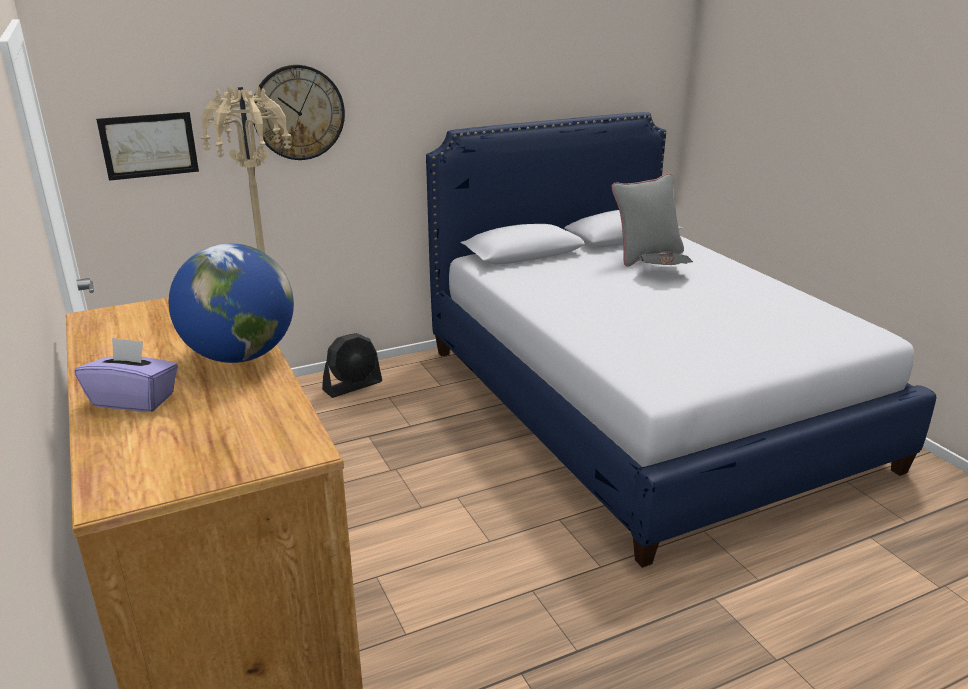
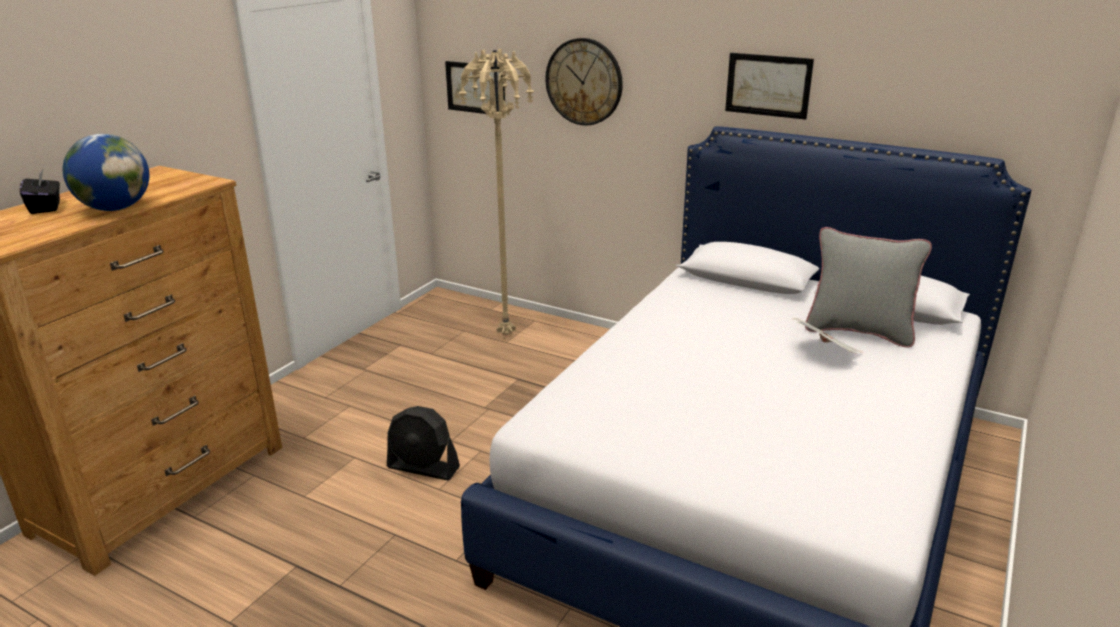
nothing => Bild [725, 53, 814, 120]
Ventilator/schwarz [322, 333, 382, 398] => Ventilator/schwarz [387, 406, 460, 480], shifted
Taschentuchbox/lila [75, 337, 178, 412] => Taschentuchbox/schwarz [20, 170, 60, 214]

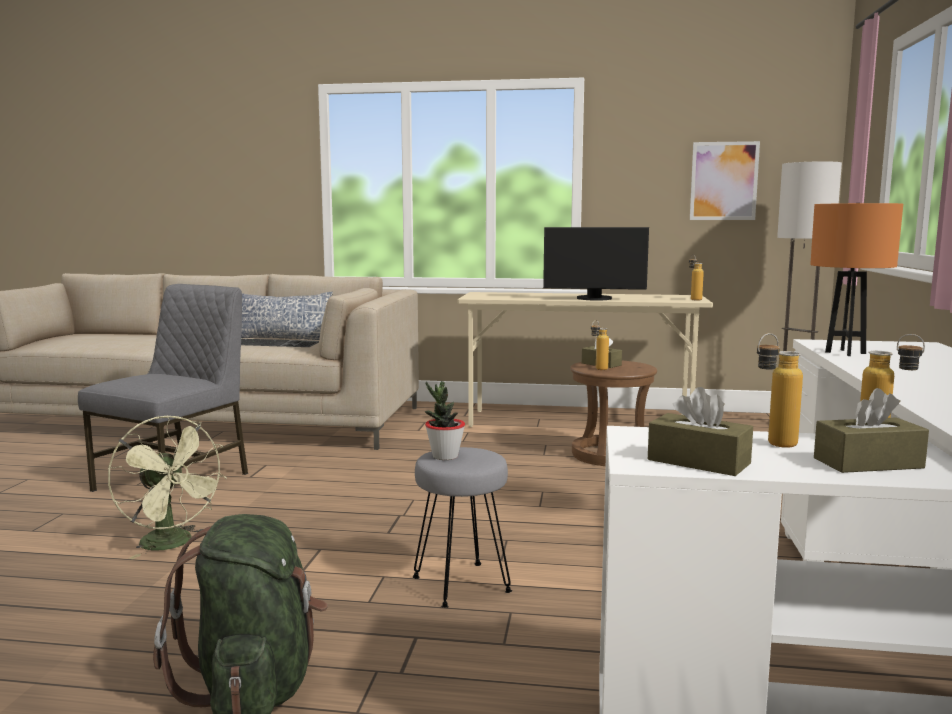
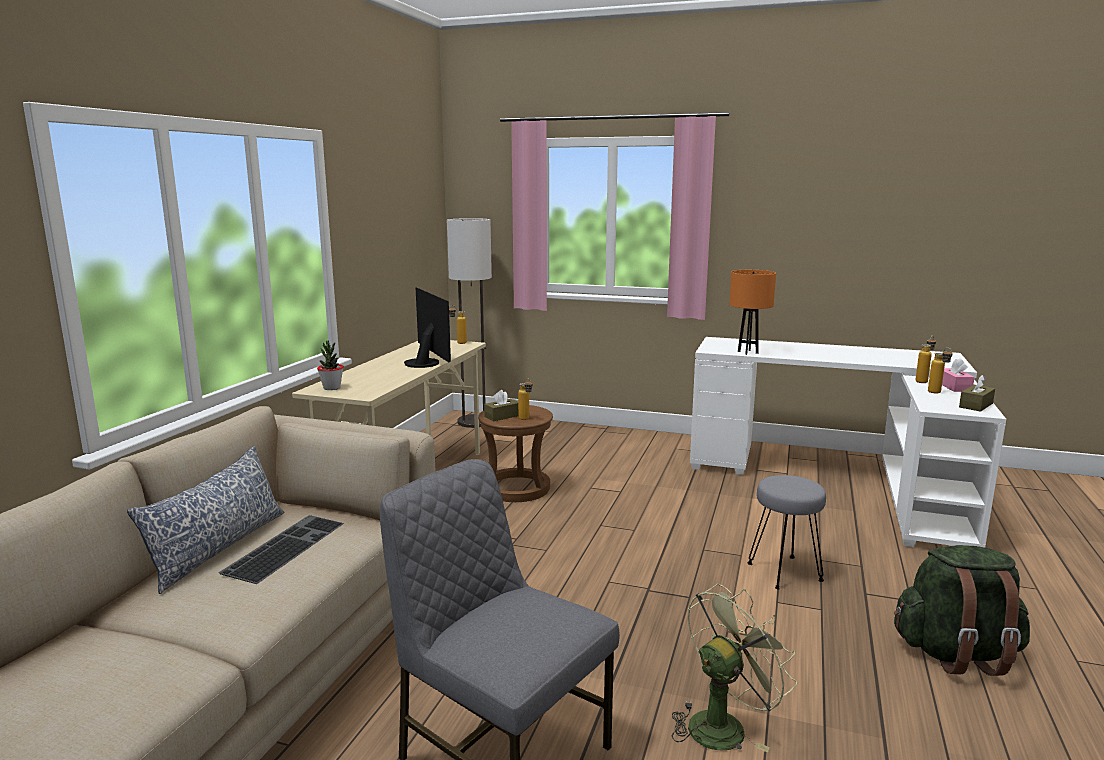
Bild [690, 141, 760, 220] => nothing
Topfpflanze [425, 381, 465, 460] => Topfpflanze [317, 340, 344, 390], shifted
Taschentuchbox/braun [814, 388, 929, 473] => Taschentuchbox/rosa [942, 358, 975, 392]
Monitor [543, 227, 649, 301] => Monitor [404, 287, 451, 368], 45 degrees counterclockwise

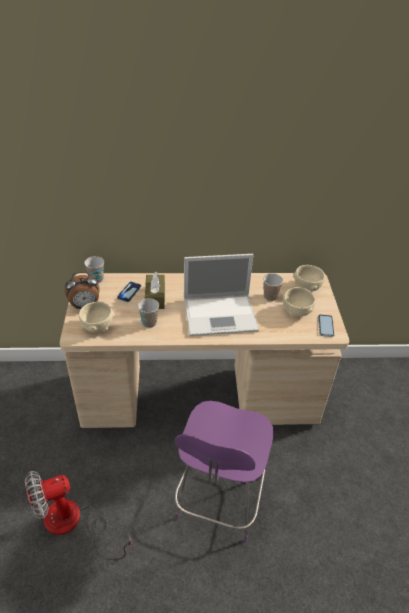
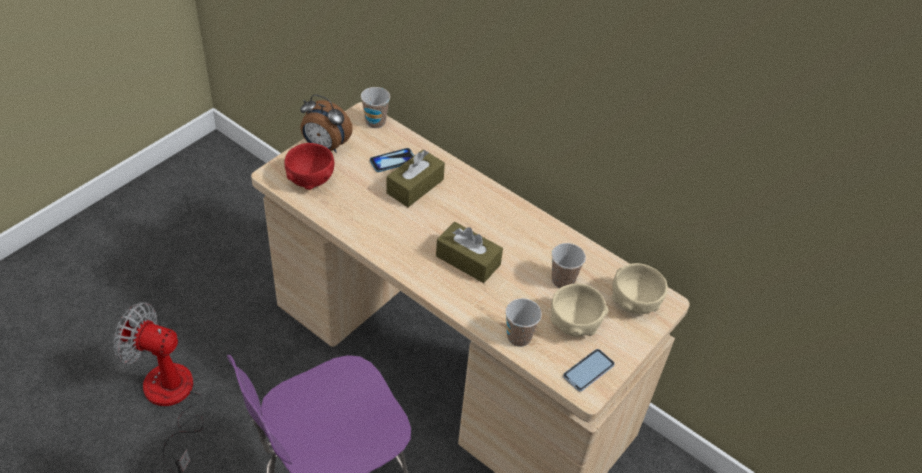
Tasse [138, 298, 159, 328] => Tasse [506, 298, 542, 347], shifted
Laptop [184, 254, 259, 336] => Taschentuchbox/braun [436, 222, 503, 283]
Schüssel/beige [79, 302, 115, 333] => Schüssel/rot [284, 143, 334, 190]

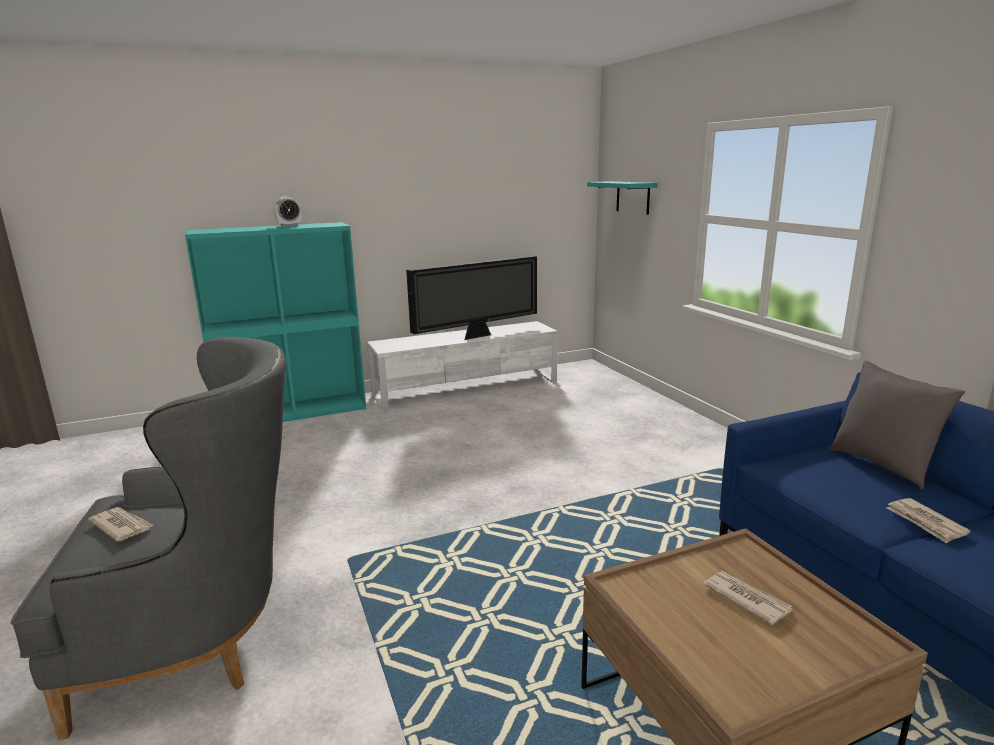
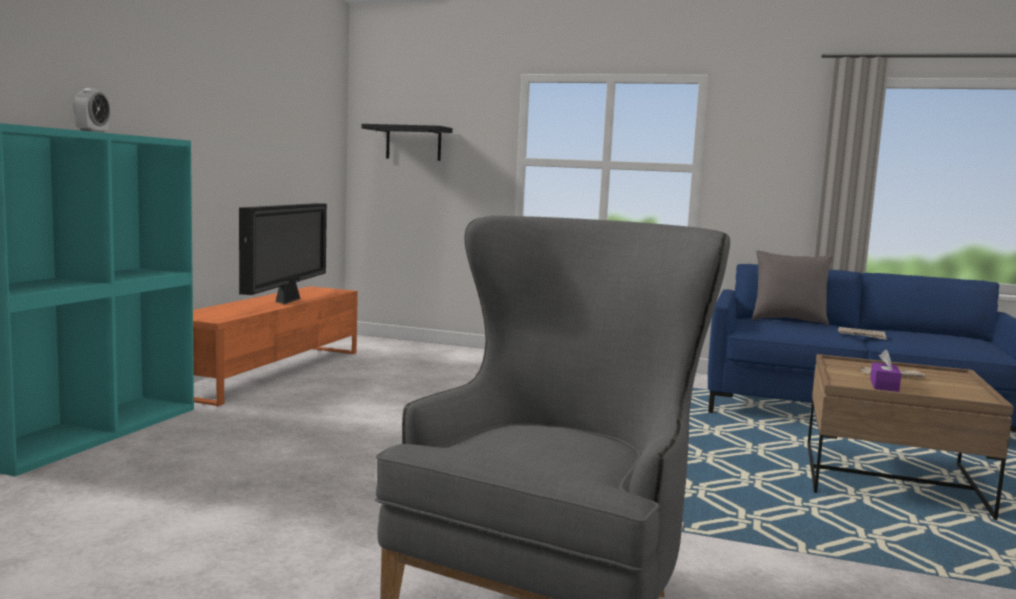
Zeitung [88, 507, 153, 542] => nothing
nothing => Taschentuchbox/lila [870, 350, 902, 392]
Fernsehschrank/weiß [367, 321, 557, 410] => Fernsehschrank/orange [193, 286, 358, 406]
Wandregal/türkis [587, 181, 658, 215] => Wandregal/schwarz [361, 124, 453, 161]

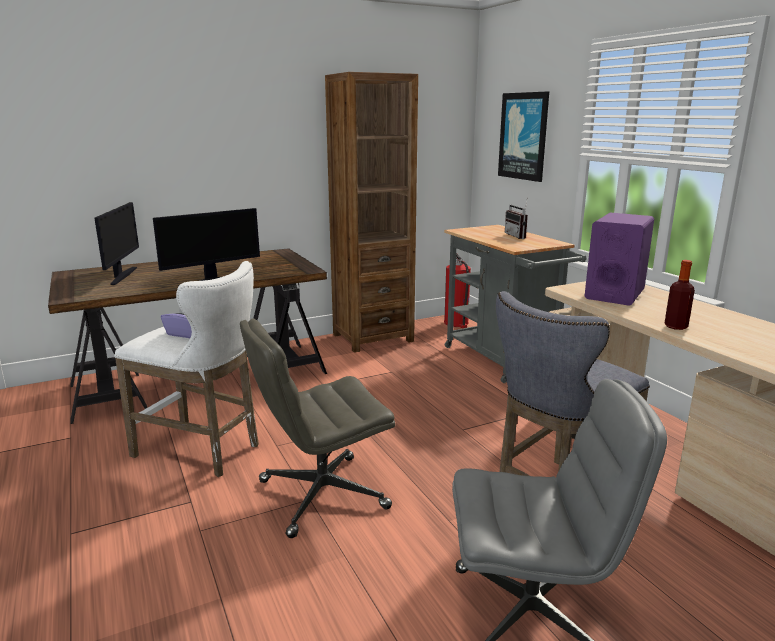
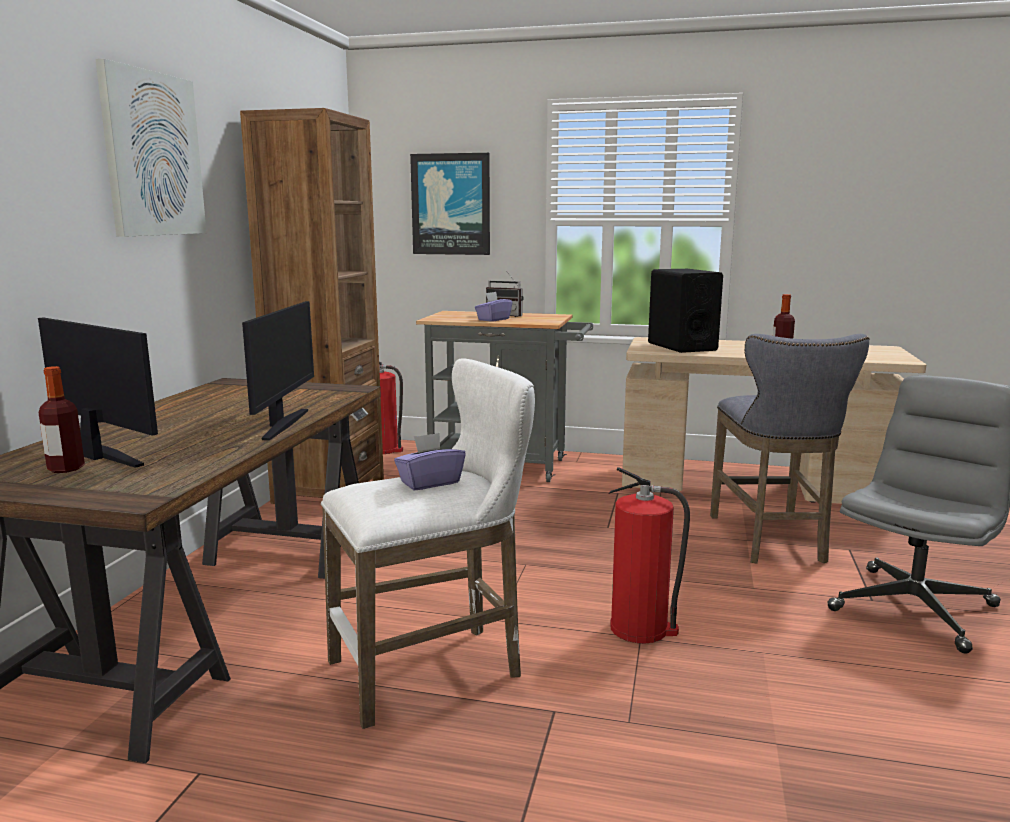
nothing => Flasche [38, 366, 85, 473]
nothing => Bild [95, 58, 207, 237]
nothing => Taschentuchbox/lila [475, 292, 513, 322]
Bürostuhl/grau [240, 318, 395, 538] => Feuerlöscher [609, 467, 690, 644]
Lautsprecher/lila [585, 212, 654, 306] => Lautsprecher/schwarz [648, 269, 723, 353]

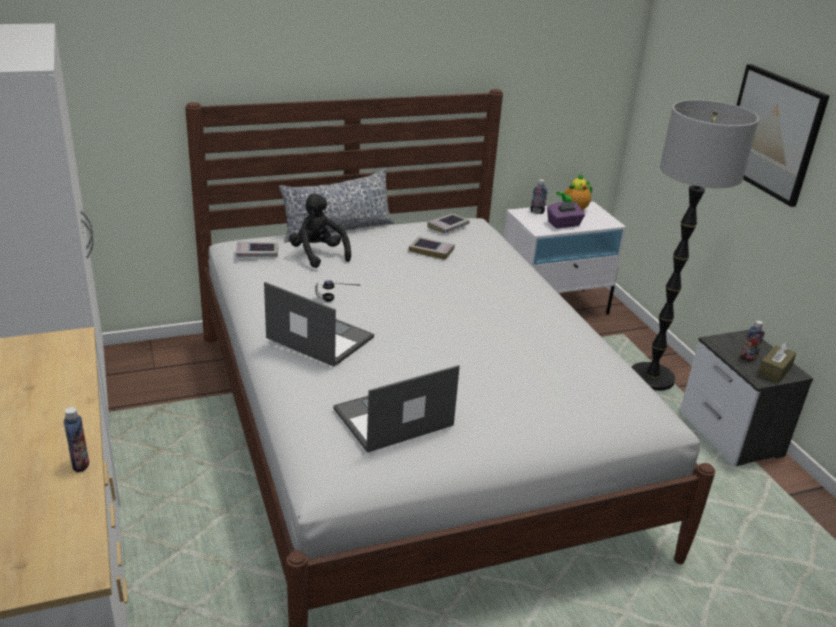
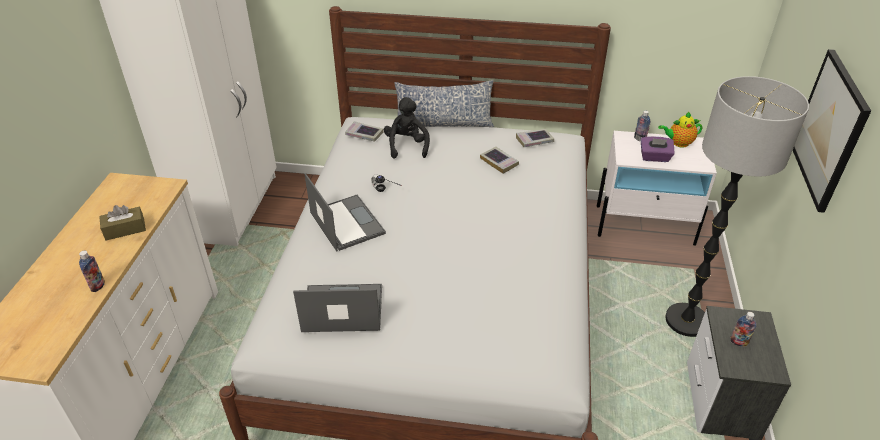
Taschentuchbox/braun [757, 342, 796, 383] => Taschentuchbox/braun [99, 205, 146, 240], shifted

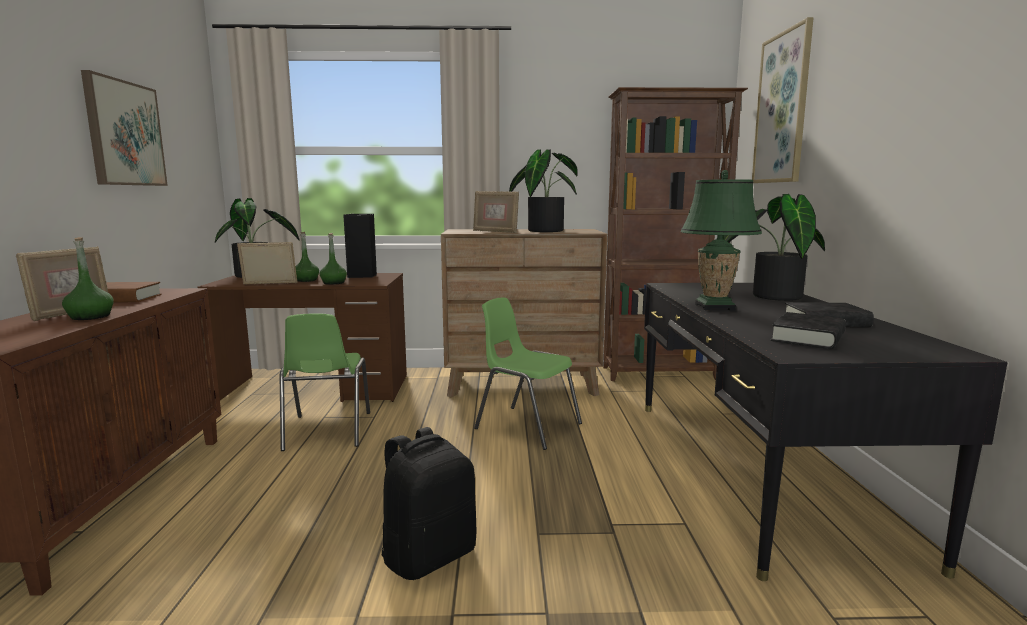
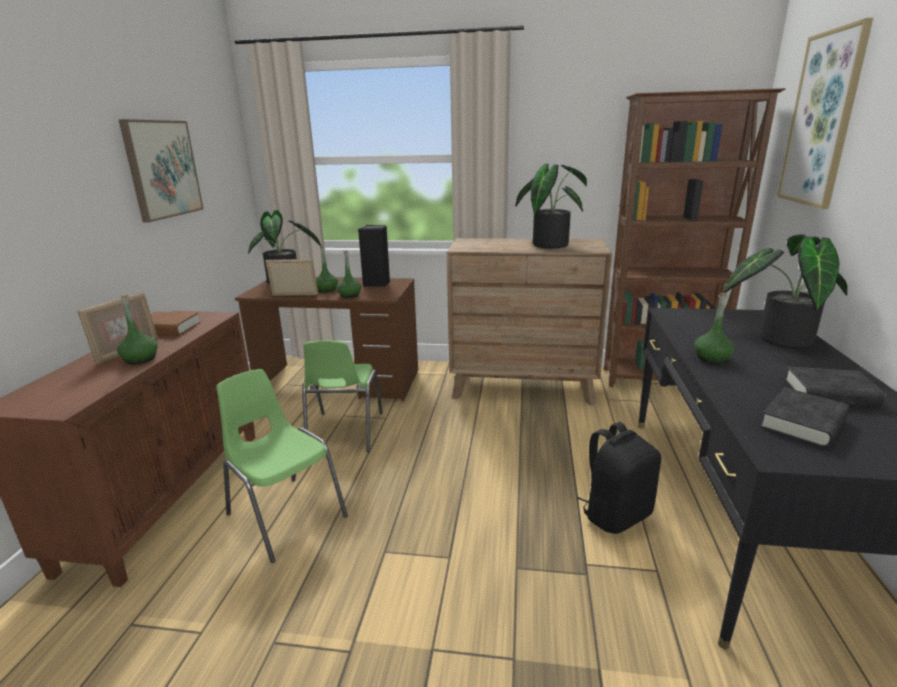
Bilderrahmen [473, 191, 519, 233] => nothing
Rucksack/schwarz [382, 427, 476, 580] => Rucksack/schwarz [577, 422, 661, 534], shifted
Stuhl/grün [474, 298, 582, 450] => Stuhl/grün [216, 369, 348, 563], shifted
Tischlampe/grün [680, 170, 762, 311] => Flasche/grün [694, 293, 734, 363]

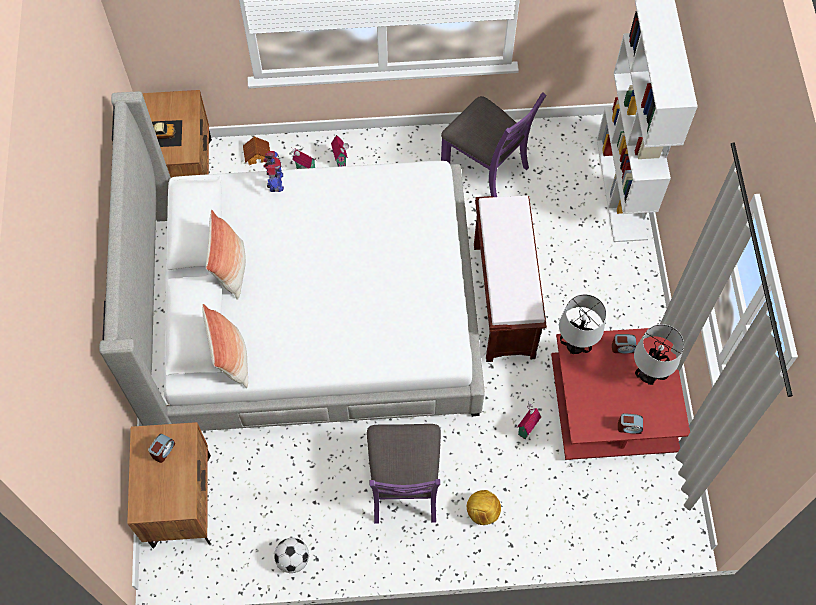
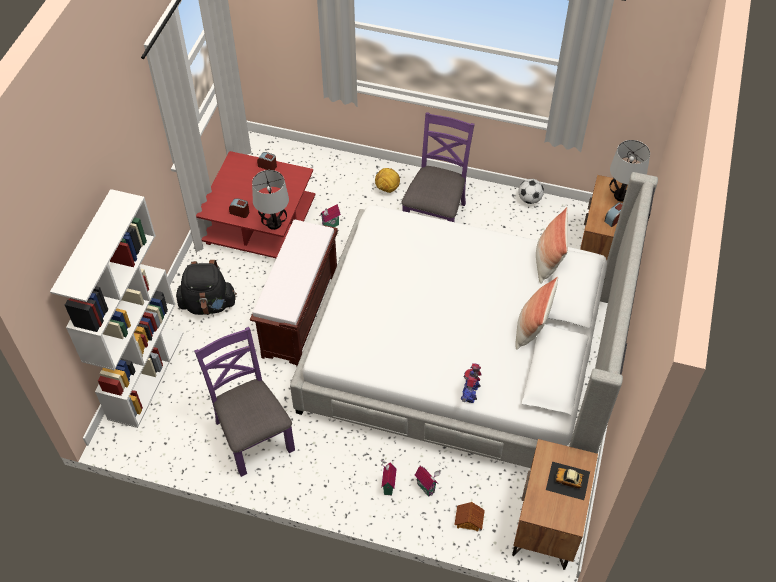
nothing => Rucksack/schwarz [176, 260, 237, 315]
Tischlampe [634, 324, 684, 385] => Tischlampe [610, 140, 650, 202], shifted

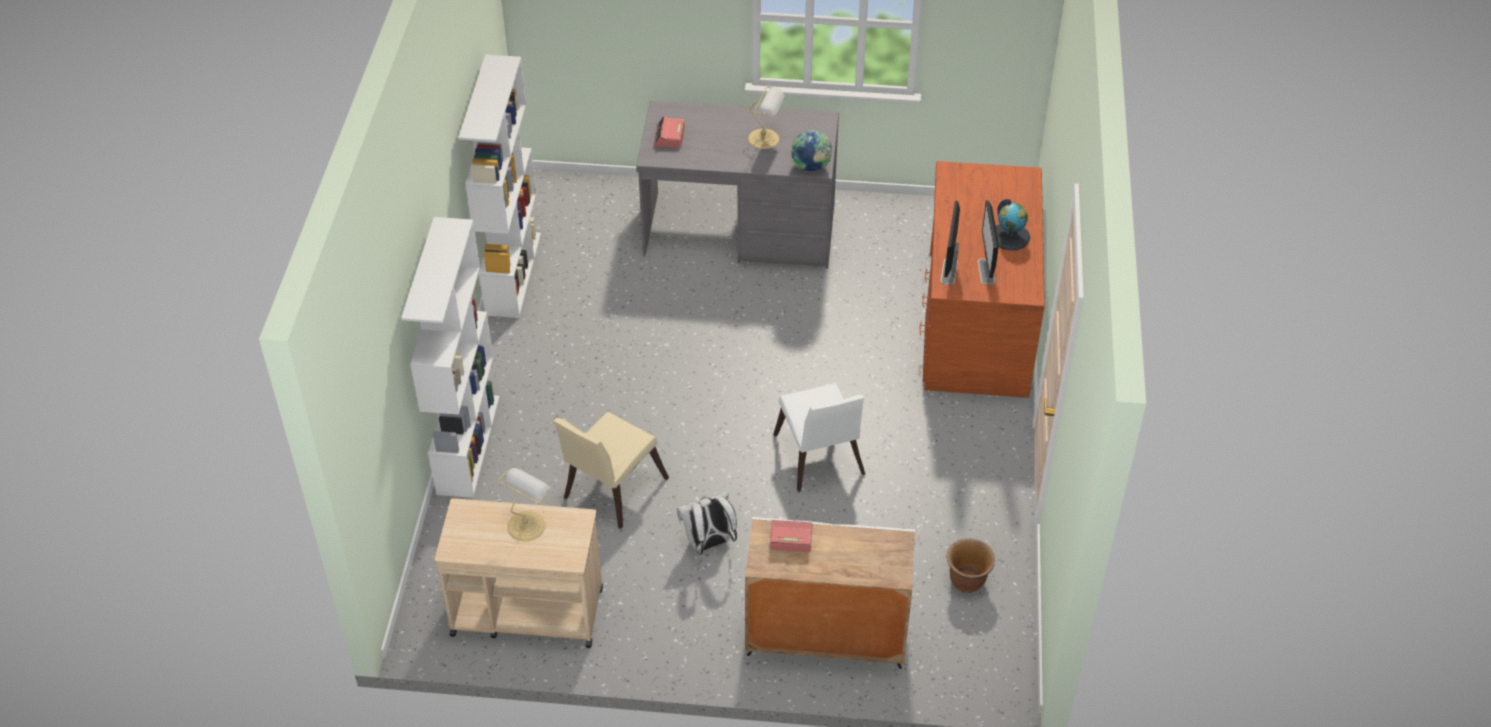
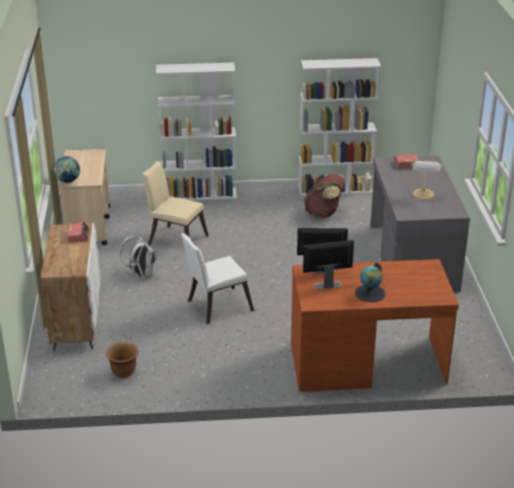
Tischlampe [498, 468, 550, 542] => nothing
nothing => Rucksack/braun [304, 173, 345, 218]
Globus [792, 130, 832, 171] => Globus [53, 156, 81, 183], shifted

